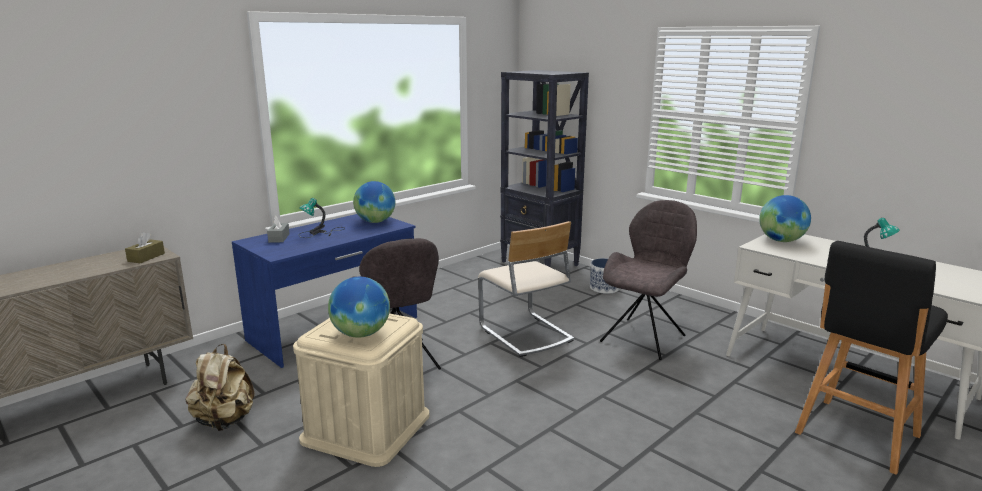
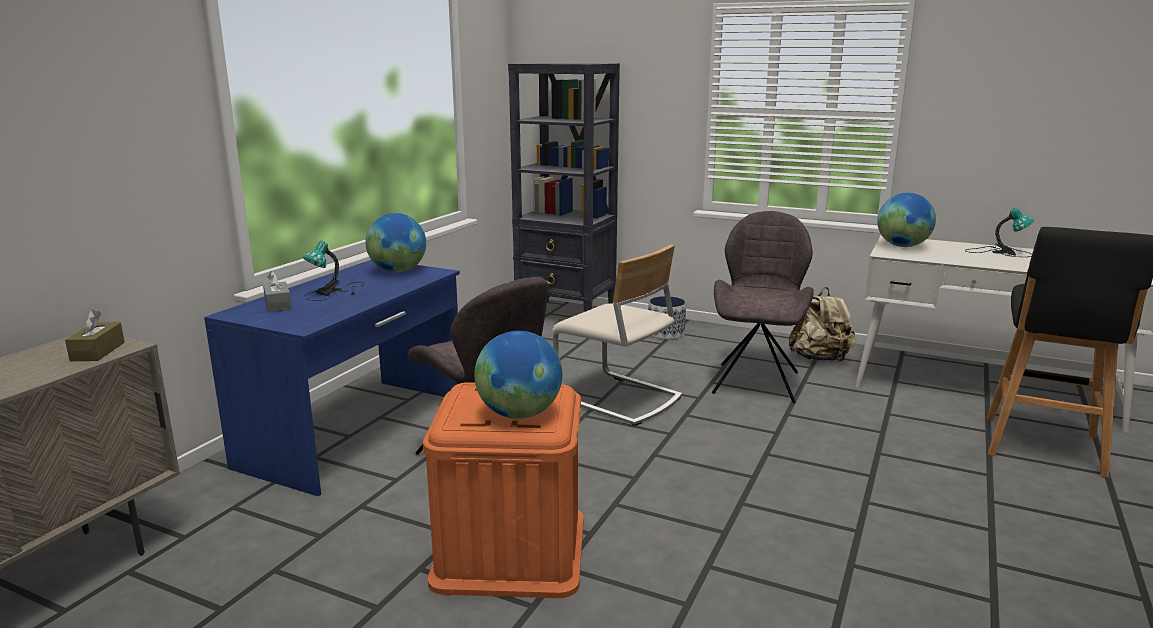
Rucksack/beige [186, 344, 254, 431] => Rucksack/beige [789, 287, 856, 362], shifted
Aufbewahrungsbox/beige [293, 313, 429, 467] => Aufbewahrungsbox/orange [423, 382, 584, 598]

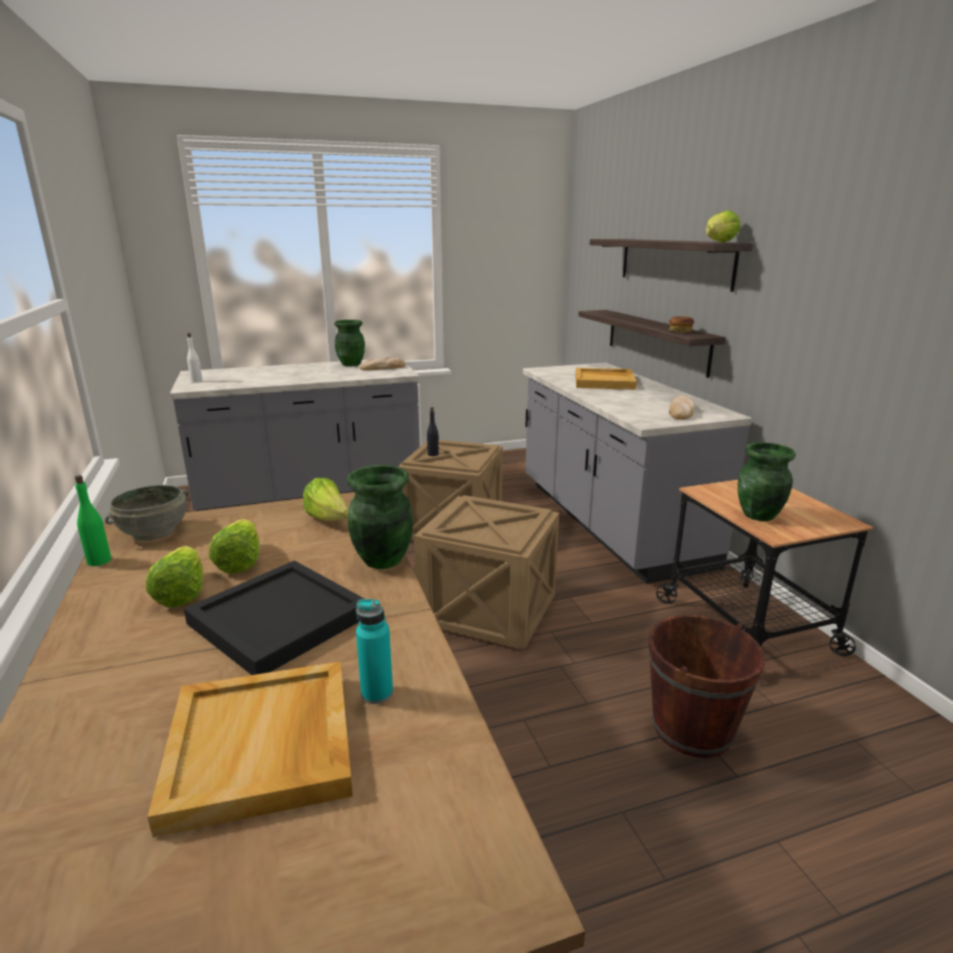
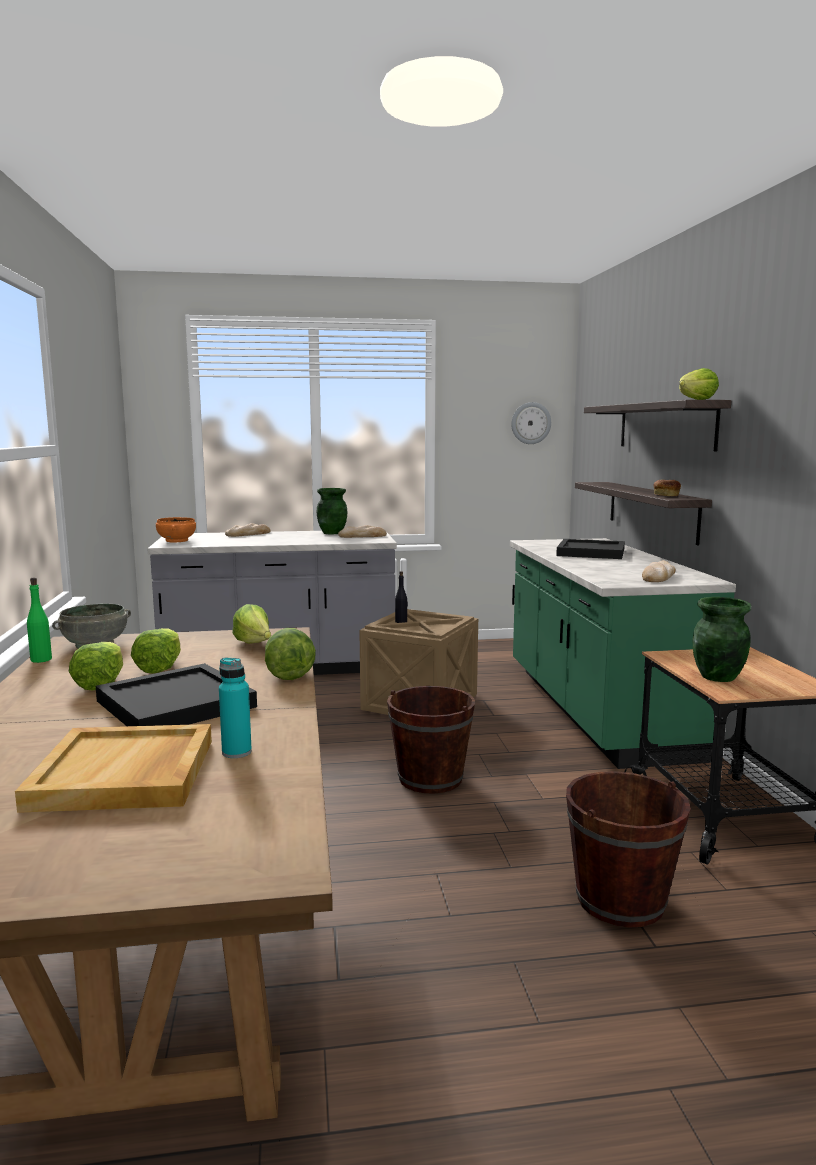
nothing => Brot [225, 523, 271, 537]
nothing => Wanduhr [511, 402, 551, 444]
Flasche/weiß [187, 333, 203, 383] => Schüssel/orange [156, 517, 196, 542]
Vase/grün [347, 465, 413, 569] => Salatkopf [265, 628, 316, 680]
Kiste [414, 495, 559, 650] => Eimer/braun [387, 686, 475, 794]
Küchenzeile/grau [523, 363, 752, 584] => Küchenzeile/grün [510, 538, 736, 769]
Tablett/beige [576, 368, 637, 390] => Tablett/schwarz [556, 539, 625, 559]

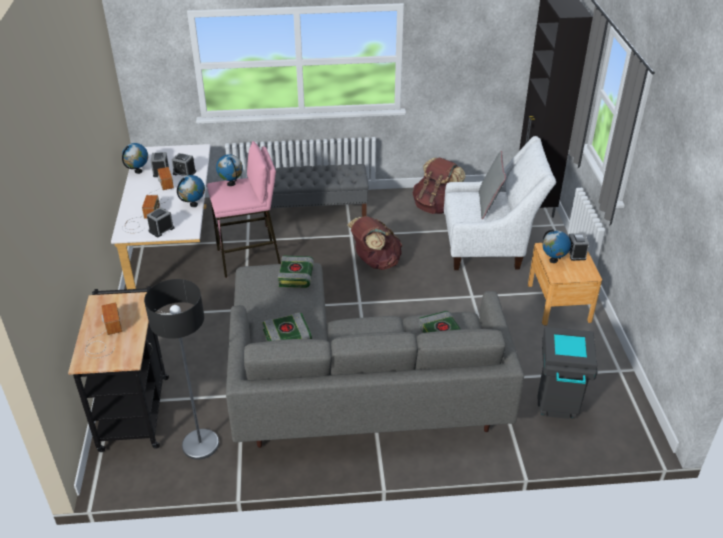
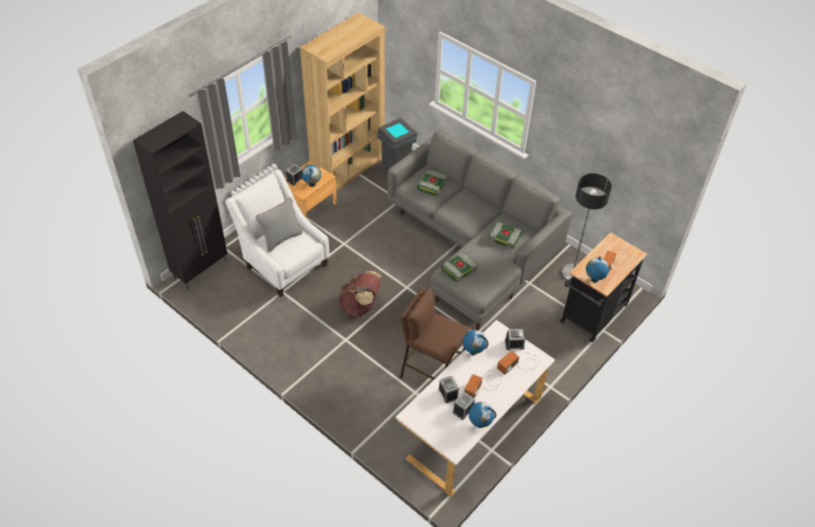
Bank/grau [265, 164, 369, 227] => nothing
Rucksack/braun [413, 157, 465, 214] => nothing
nothing => Bücherregal/braun [300, 12, 385, 194]
Globus [216, 154, 243, 186] => Globus [586, 256, 609, 282], shifted
Hocker/rosa [207, 141, 281, 278] => Hocker/braun [400, 287, 470, 380]

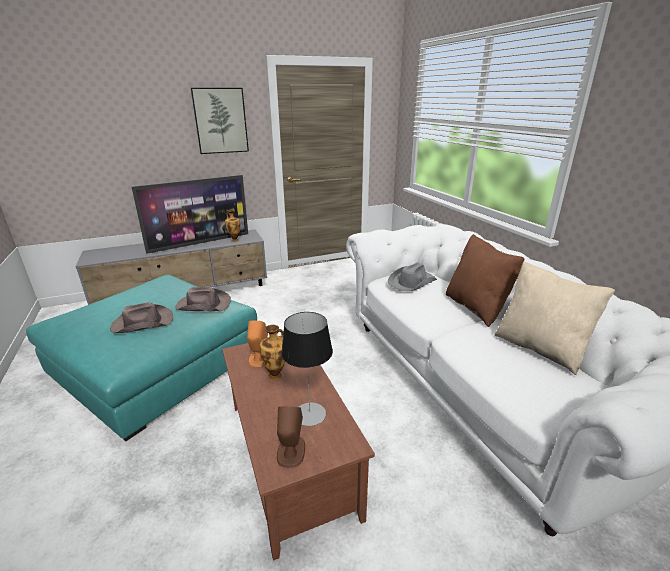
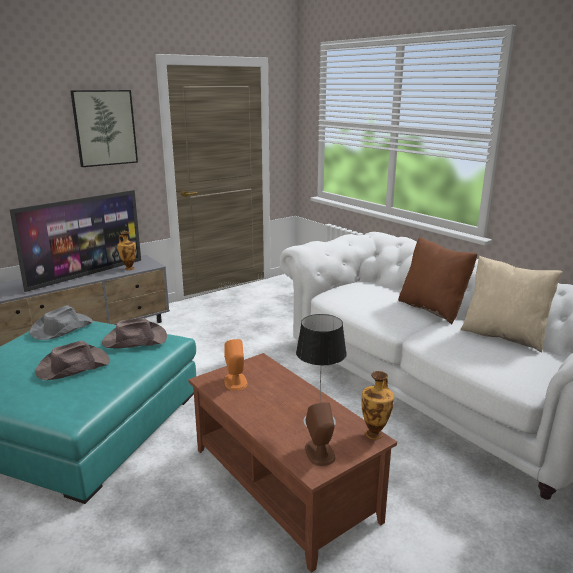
Vase [260, 325, 285, 381] => Vase [361, 371, 394, 440], shifted
Hut/grau [388, 262, 437, 291] => Hut/grau [29, 306, 93, 340], shifted

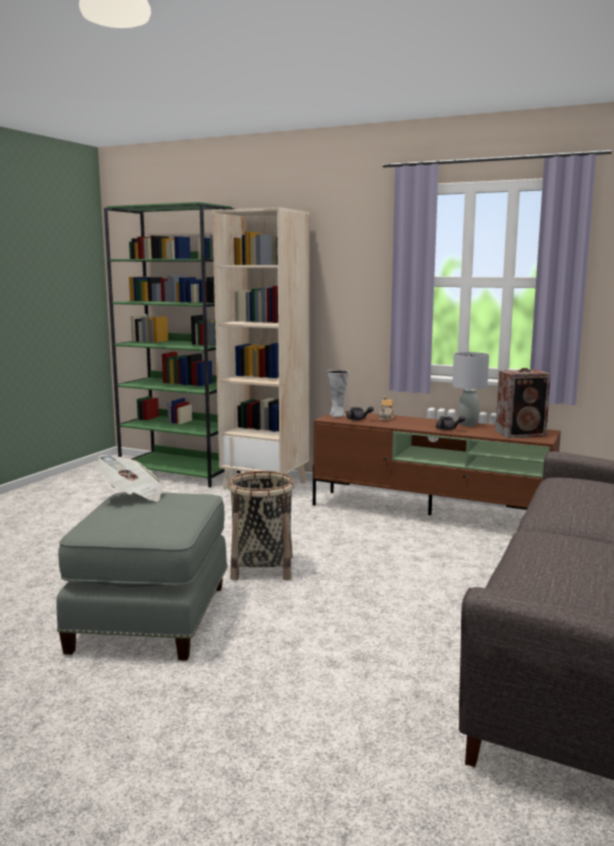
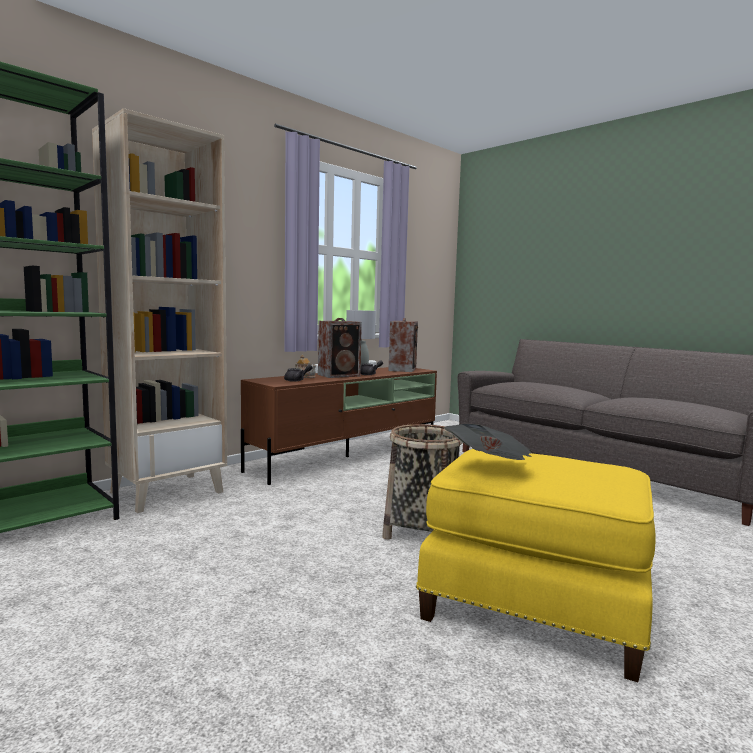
Vase [327, 370, 349, 417] => nothing
nothing => Lautsprecher [318, 318, 362, 378]
Polsterhocker/grau [56, 492, 228, 661] => Polsterhocker/gelb [416, 449, 656, 682]

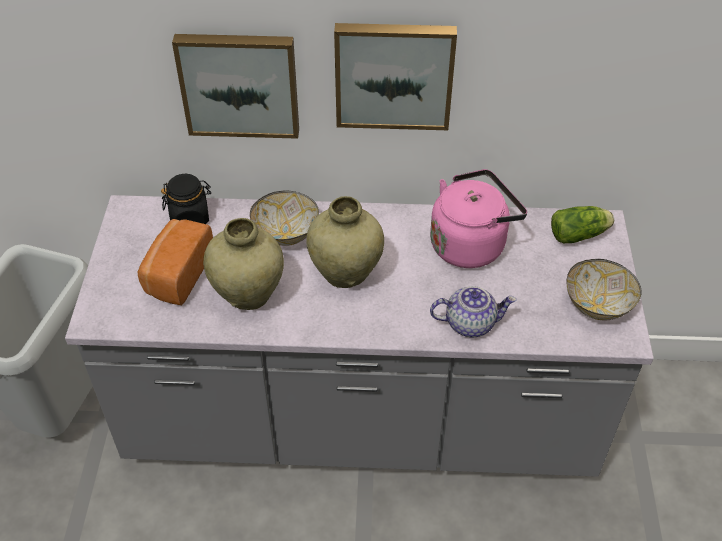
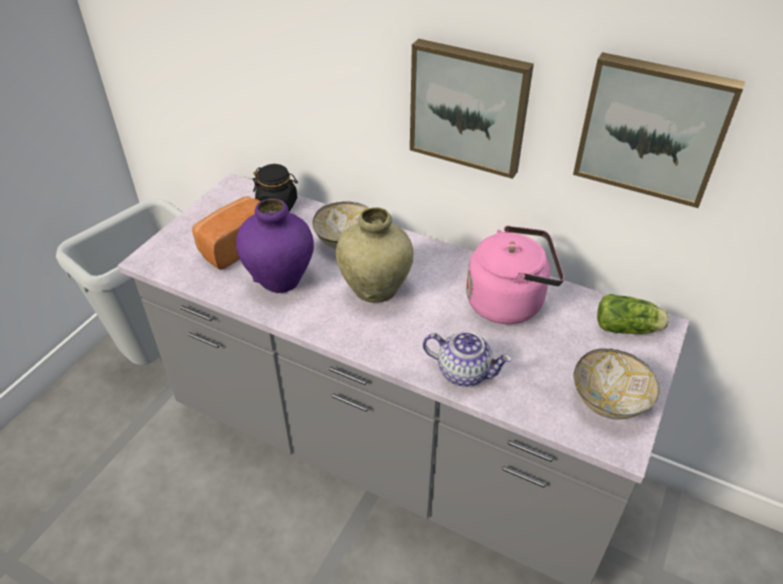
Bild [172, 34, 299, 139] => Bild [573, 52, 746, 208], shifted
Vase/beige [203, 218, 284, 310] => Vase/lila [236, 198, 314, 293]

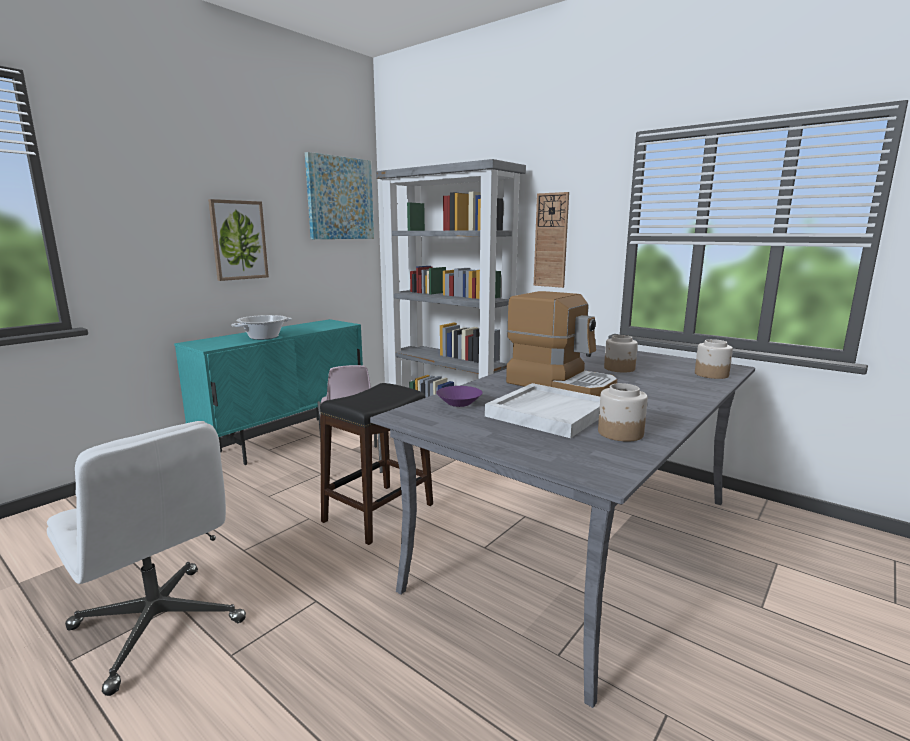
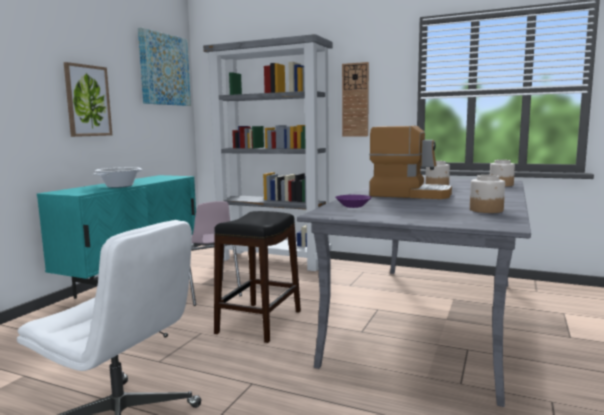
Tablett/weiß [485, 383, 600, 438] => nothing

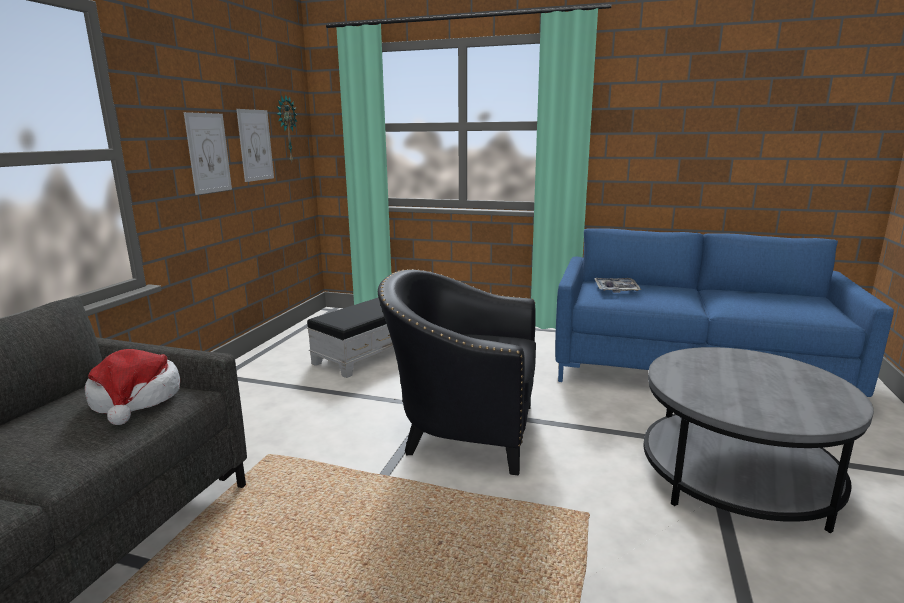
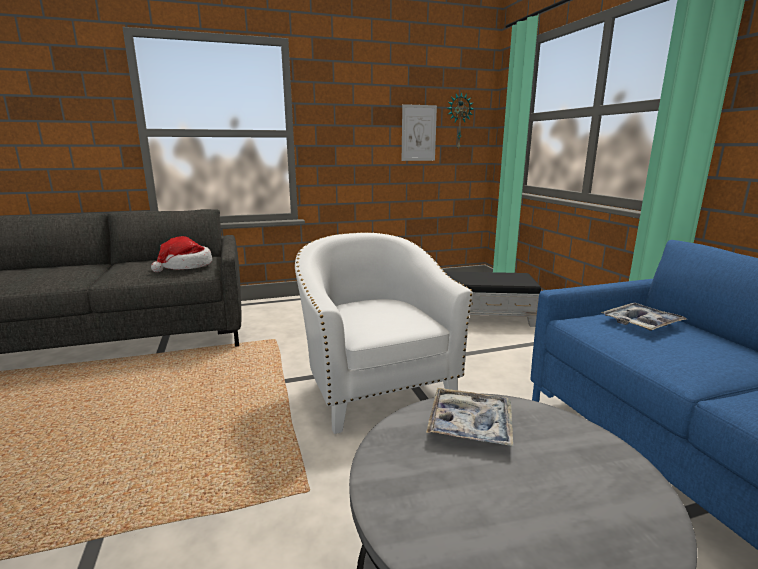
Bild [184, 112, 232, 195] => nothing
nothing => Tablett [426, 388, 513, 446]
Sessel/schwarz [378, 269, 536, 475] => Sessel/weiß [295, 232, 473, 434]

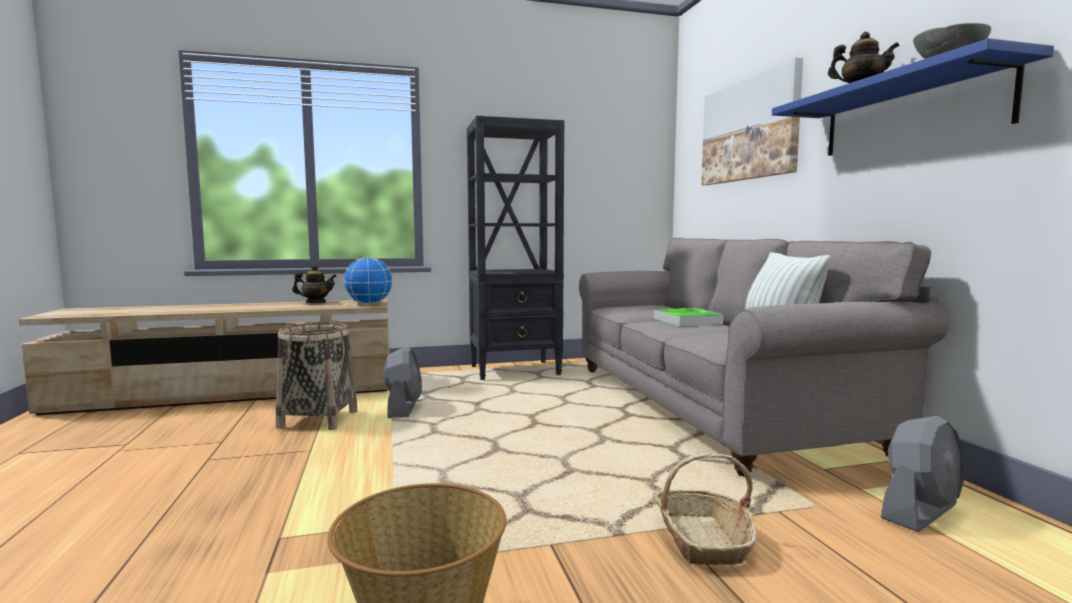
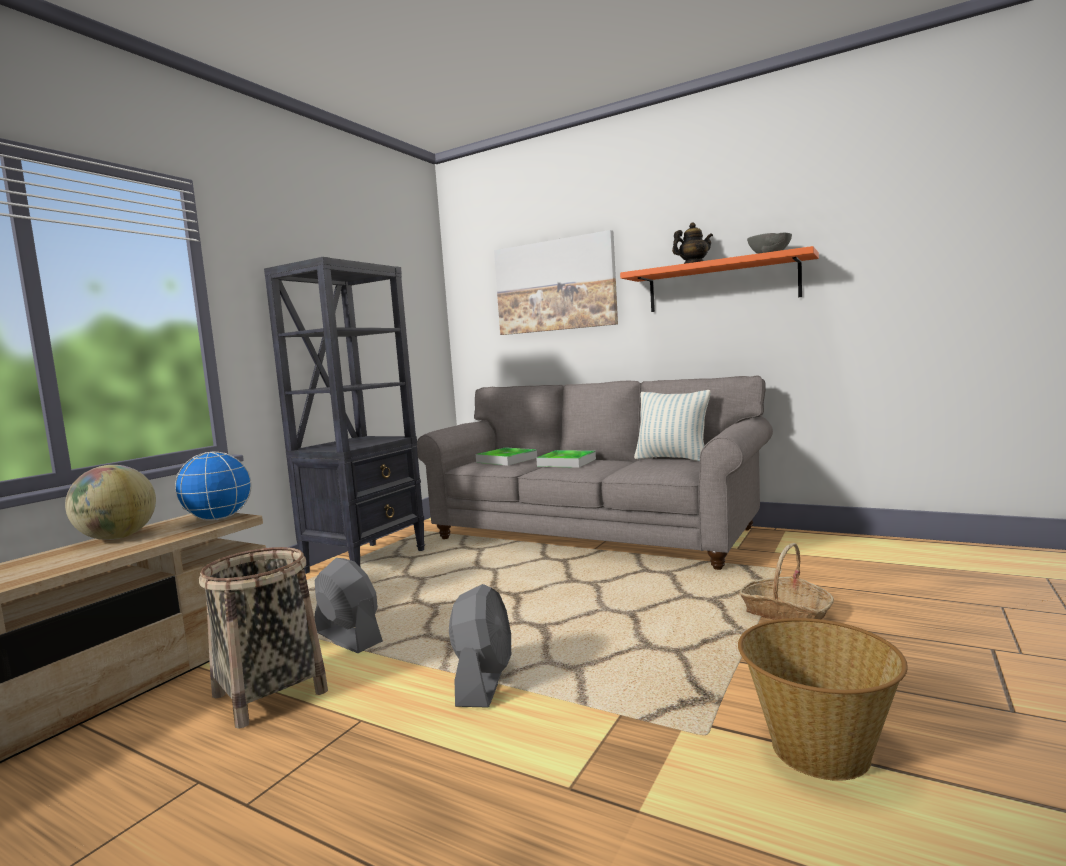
nothing => Tablett [476, 447, 537, 466]
Ventilator/grau [881, 416, 965, 532] => Ventilator/grau [449, 584, 511, 708], shifted
Teekanne [292, 265, 337, 303] => Globus [65, 465, 156, 540]
Wandregal/blau [772, 38, 1054, 156] => Wandregal/orange [620, 246, 819, 312]

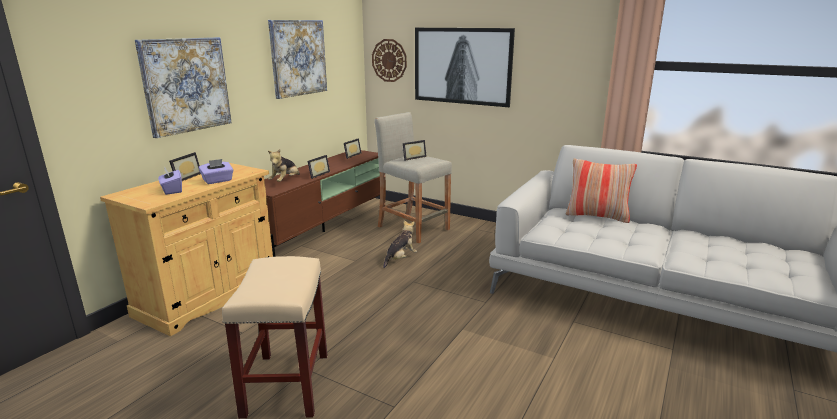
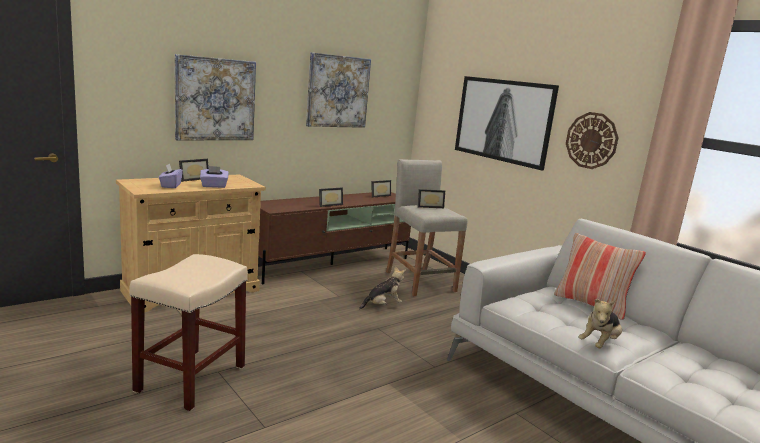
Plüschtier [268, 149, 300, 182] => Plüschtier [578, 299, 622, 348], shifted
Wanduhr [372, 39, 407, 82] => Wanduhr [566, 112, 619, 169], shifted

